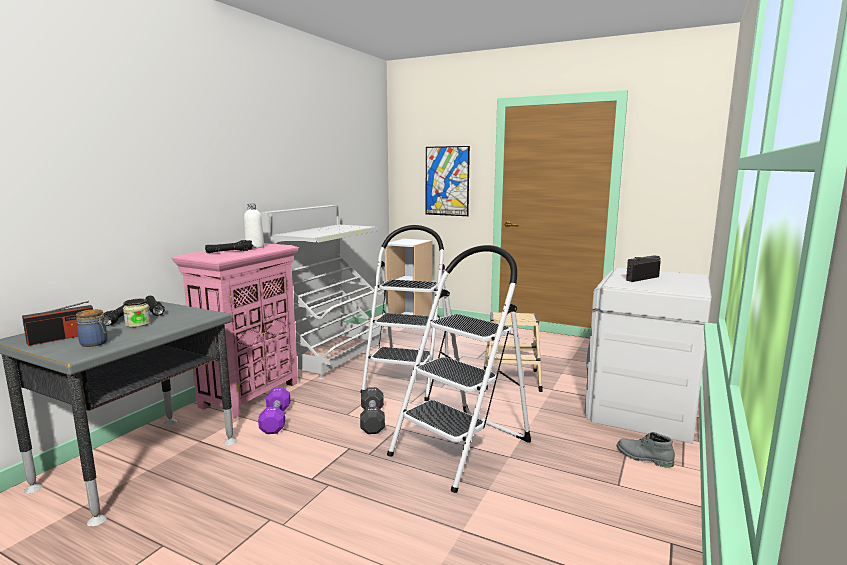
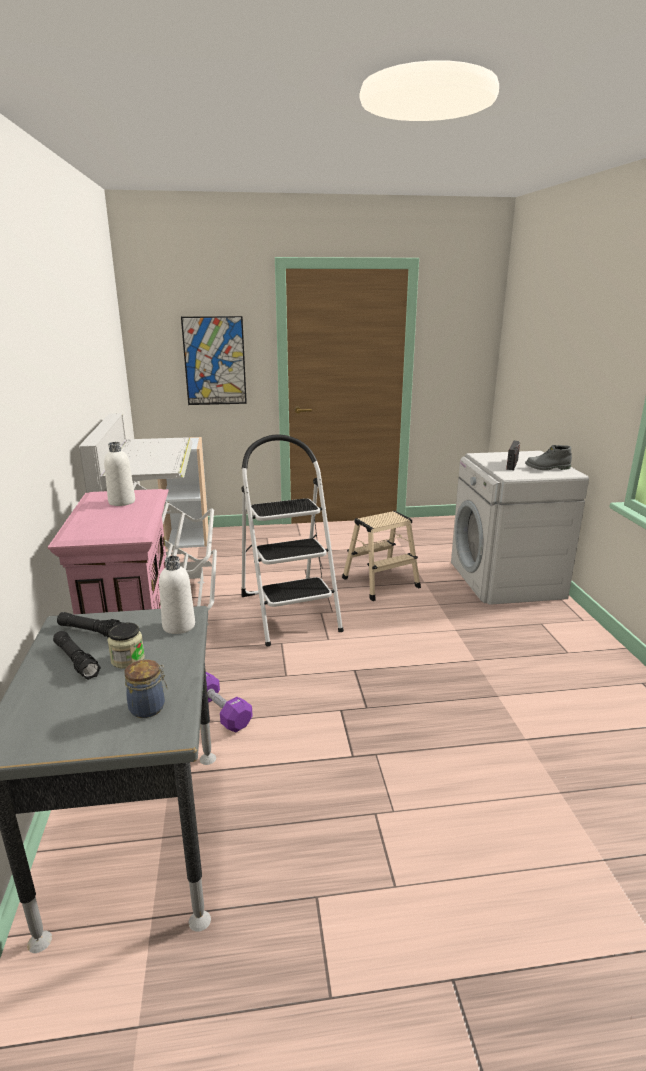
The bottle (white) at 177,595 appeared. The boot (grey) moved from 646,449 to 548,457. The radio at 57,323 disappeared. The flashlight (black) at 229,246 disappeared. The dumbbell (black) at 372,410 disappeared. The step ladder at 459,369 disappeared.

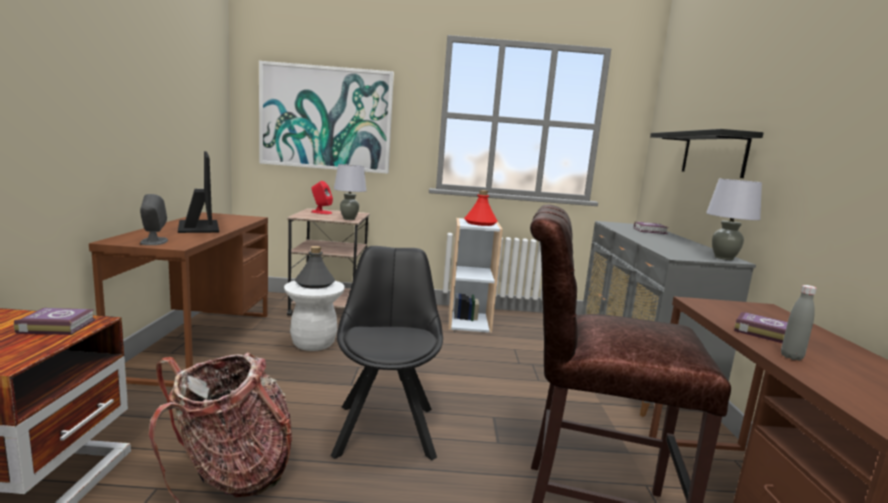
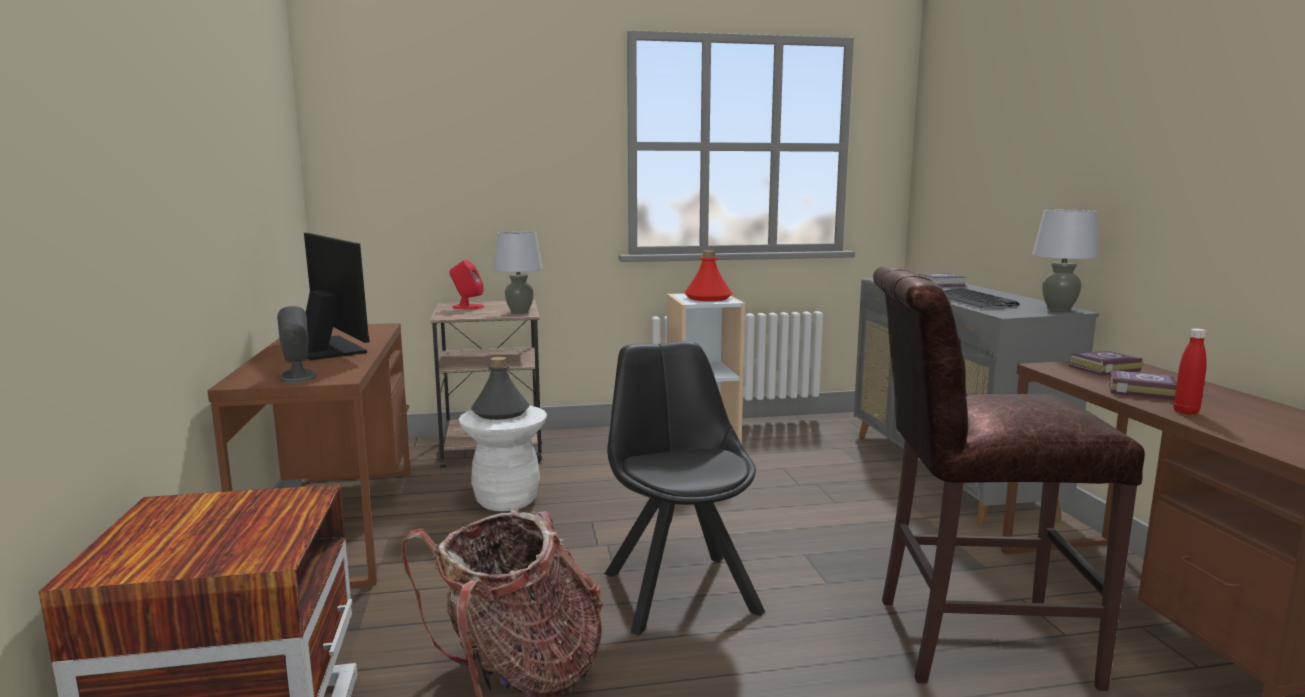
The keyboard at 982,298 appeared. The book moved from 55,321 to 1105,363. The bottle (grey) at 799,323 became the bottle (red) at 1190,371. The picture at 326,117 disappeared. The shelf (black) at 707,153 disappeared.

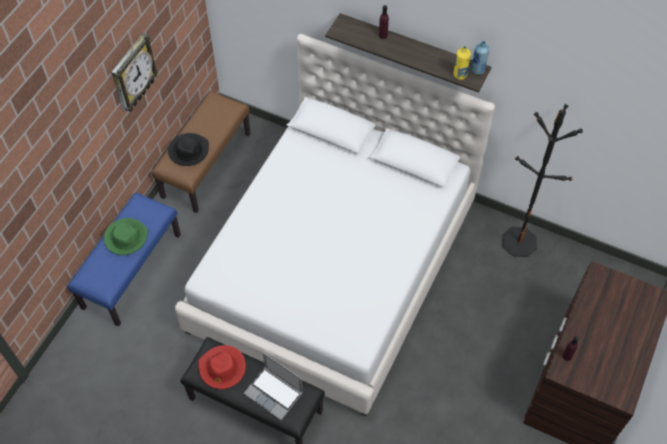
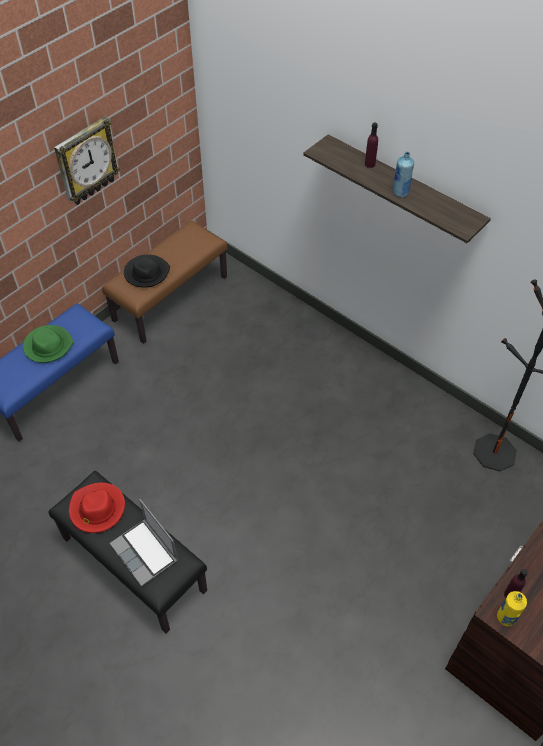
The bottle (blue) moved from 480,58 to 403,174. The bottle (yellow) moved from 462,63 to 512,608. The bed (white) at 335,225 disappeared.

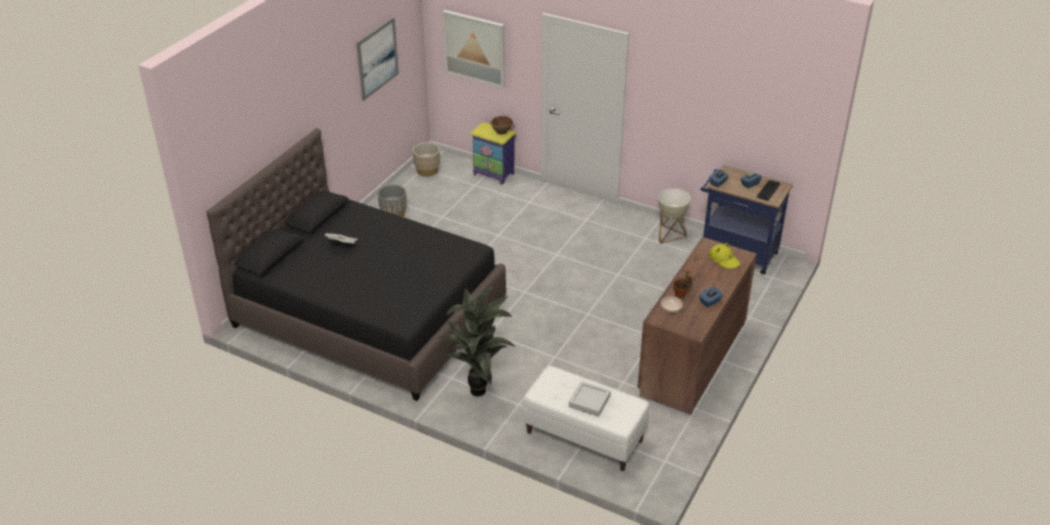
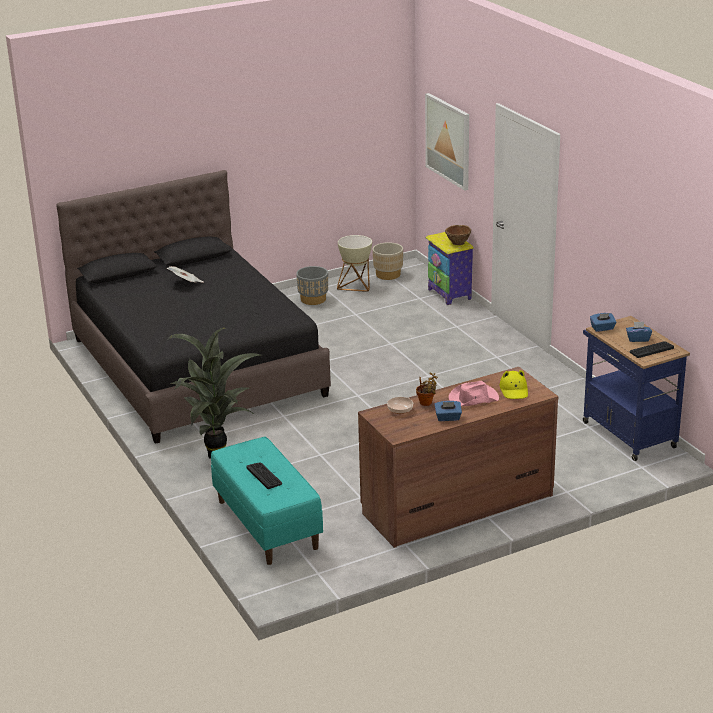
The bench (white) at 586,418 became the bench (turquoise) at 267,501. The tray (grey) at 590,399 was replaced by the keyboard at 264,476. The planter moved from 674,215 to 354,263. The hat (pink) at 473,393 appeared. The picture at 377,59 disappeared.

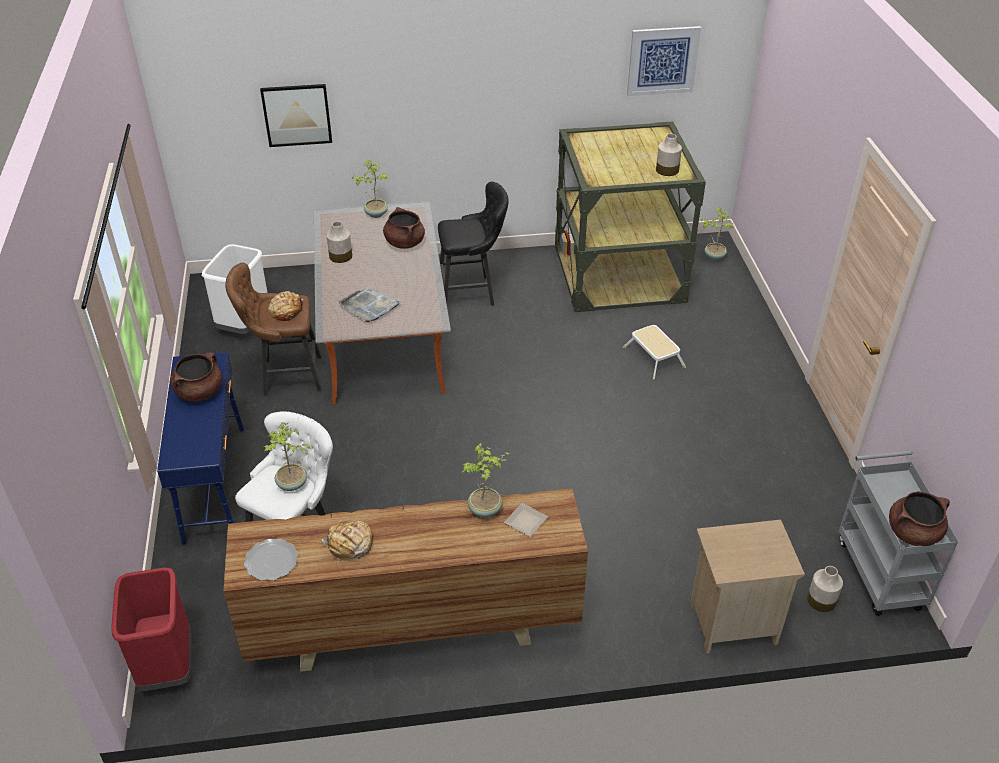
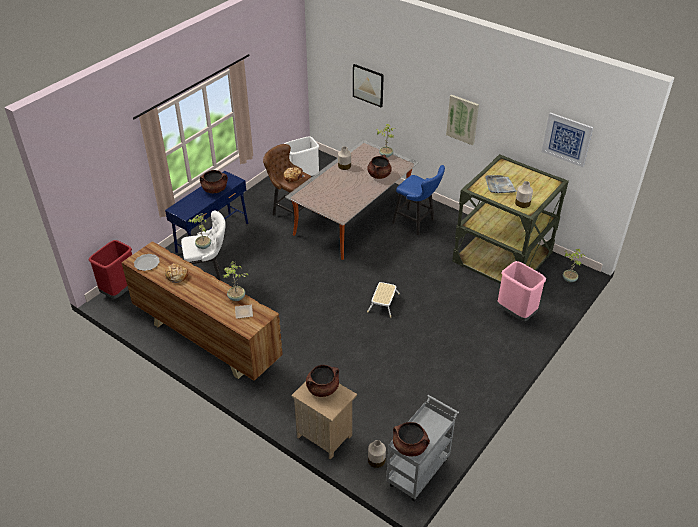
The cooking pot (brown) at 322,381 appeared. The step ladder (beige) moved from 654,352 to 383,300. The stool (black) at 473,244 became the stool (blue) at 418,200. The picture at 462,120 appeared. The tray (grey) moved from 370,305 to 500,184. The trash can (pink) at 521,291 appeared.

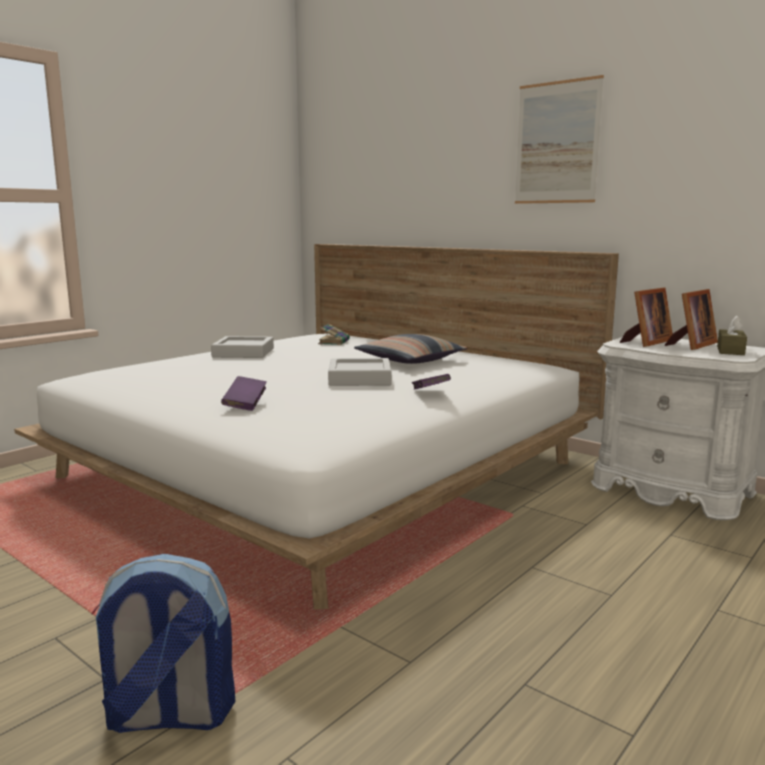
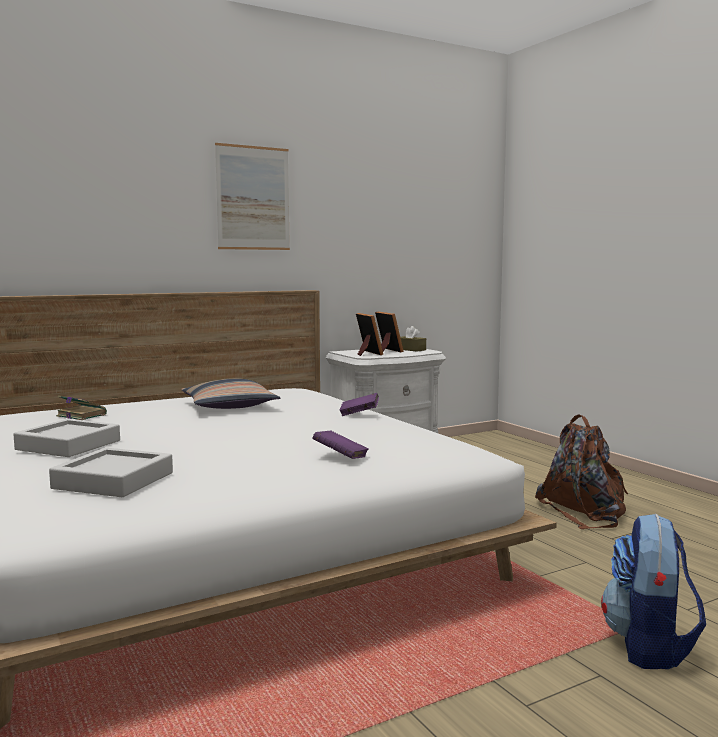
The tray (grey) moved from 359,372 to 111,472. The backpack (brown) at 581,471 appeared.

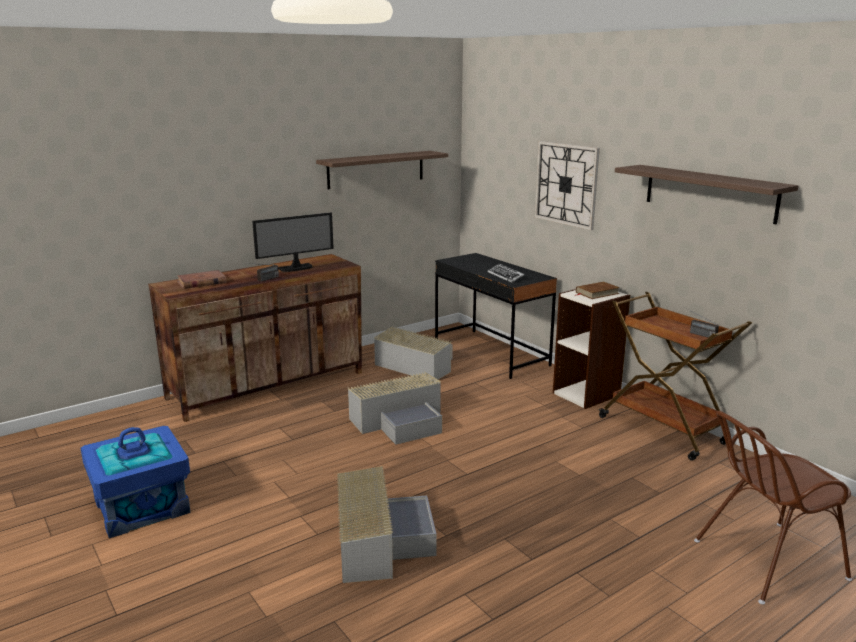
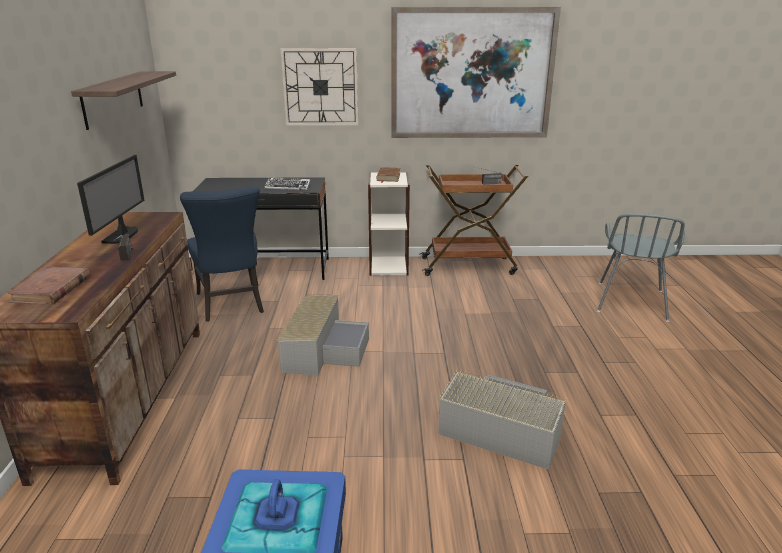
The storage box (grey) at 413,352 was replaced by the chair (blue) at 222,253. The shelf at 707,194 was replaced by the picture at 476,72. The chair (brown) at 773,507 became the chair (grey) at 640,267.

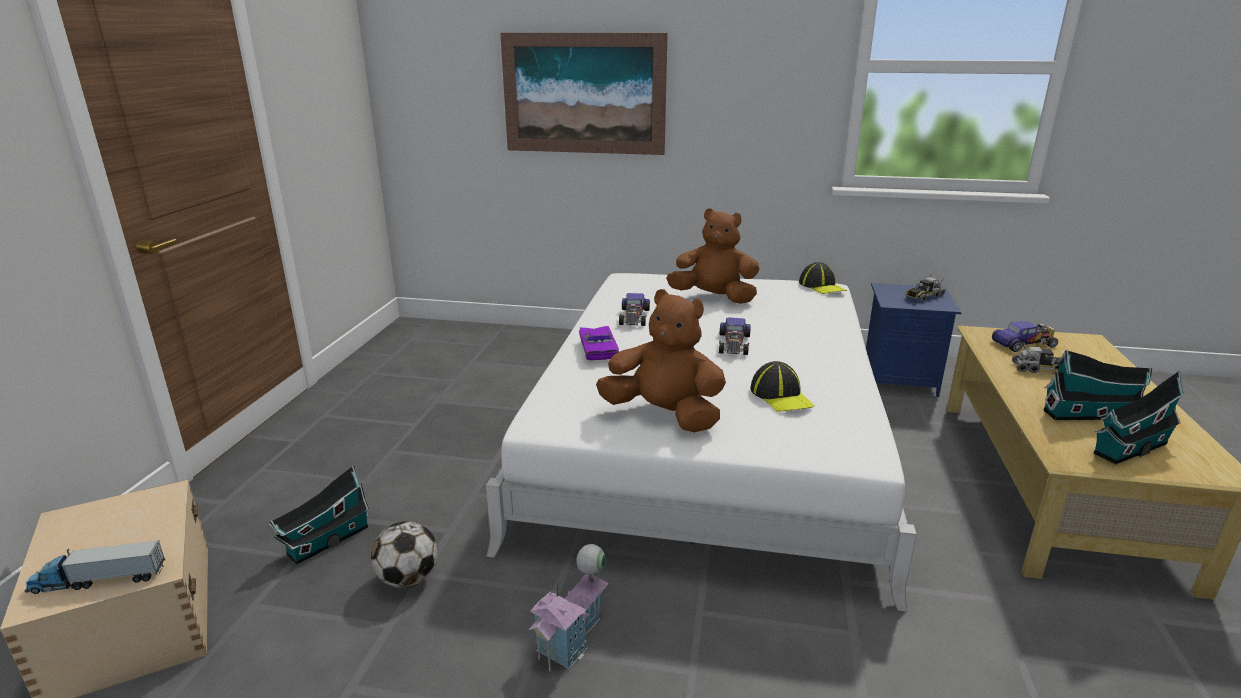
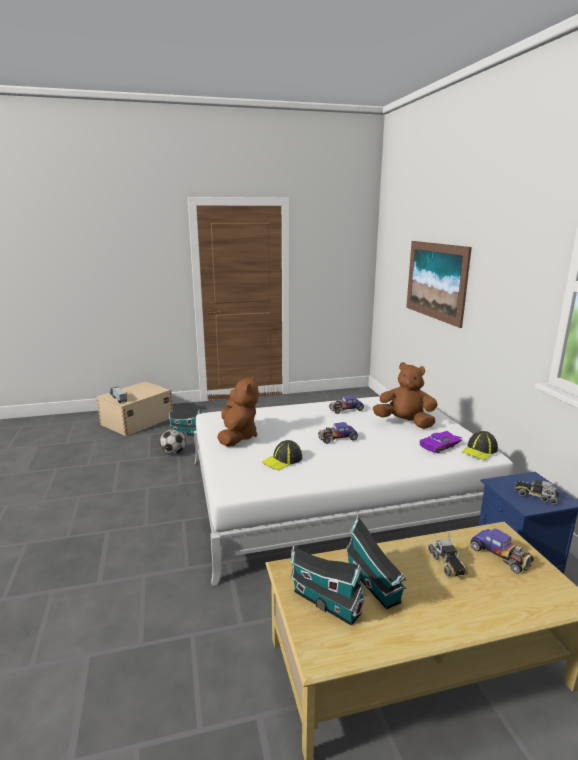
The plush toy (brown) at 713,256 turned 60 degrees counterclockwise. The toy car (purple) moved from 599,343 to 441,442. The toy house at 569,607 disappeared.

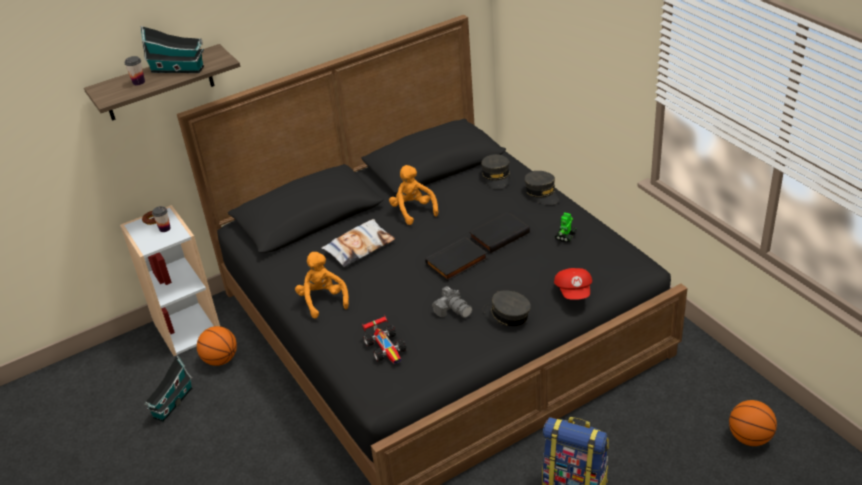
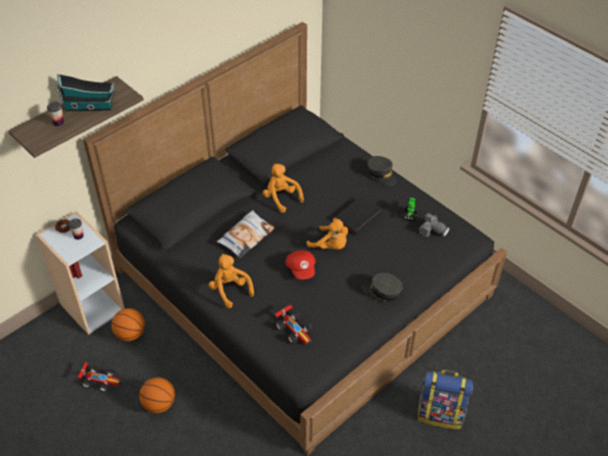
The toy house at 168,388 was replaced by the toy car at 99,376. The basketball moved from 753,423 to 157,395. The cap (red) moved from 573,284 to 301,264. The book (black) at 456,259 was replaced by the plush toy (orange) at 327,233. The photo camera moved from 452,302 to 434,225. The cap (grey) at 495,171 disappeared.

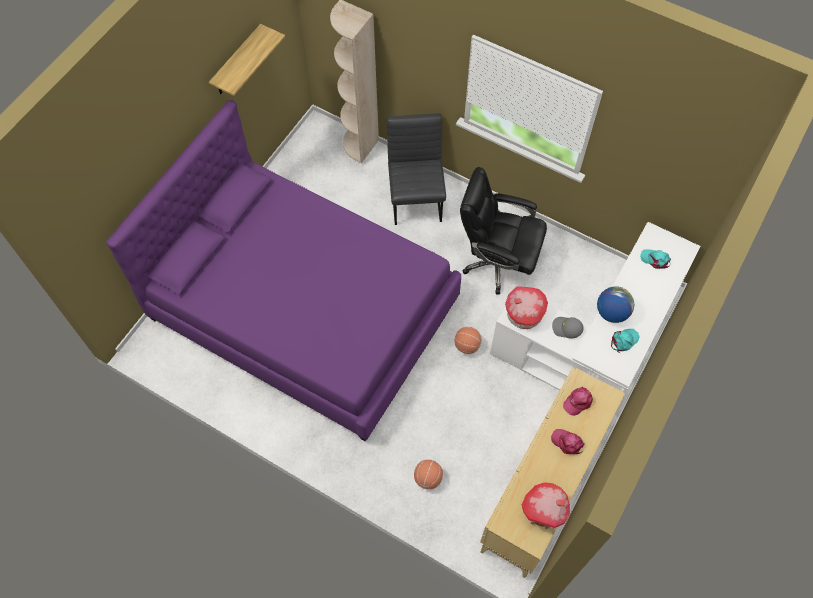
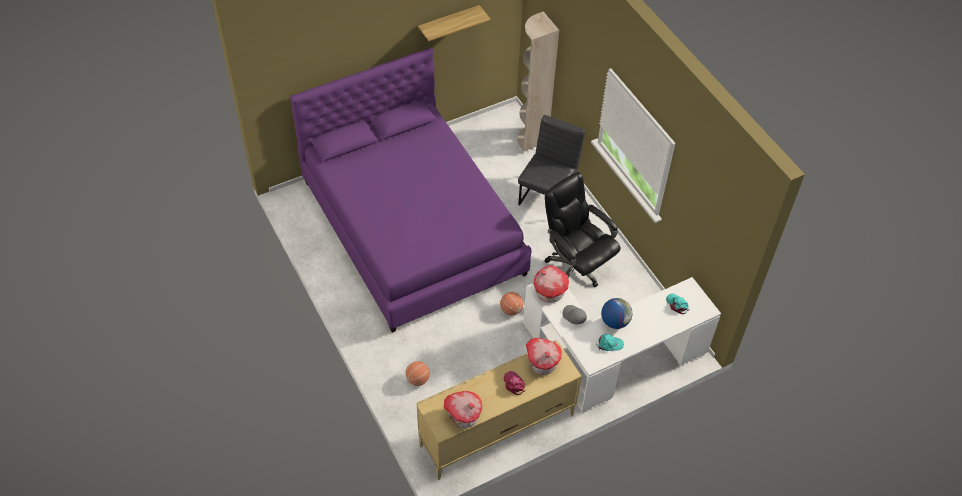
The cap (pink) at 578,401 was replaced by the toy house at 544,356.

